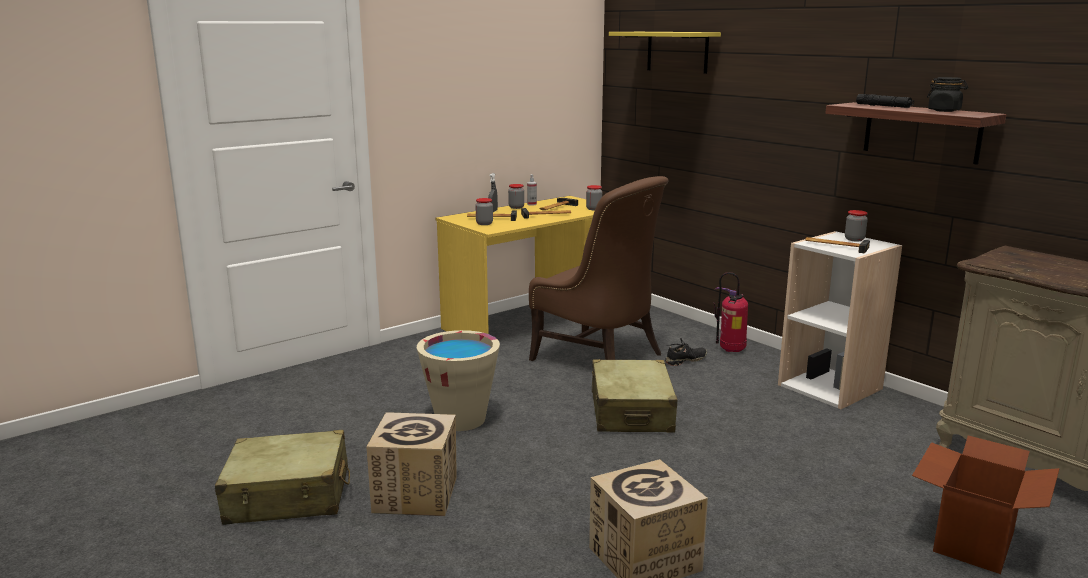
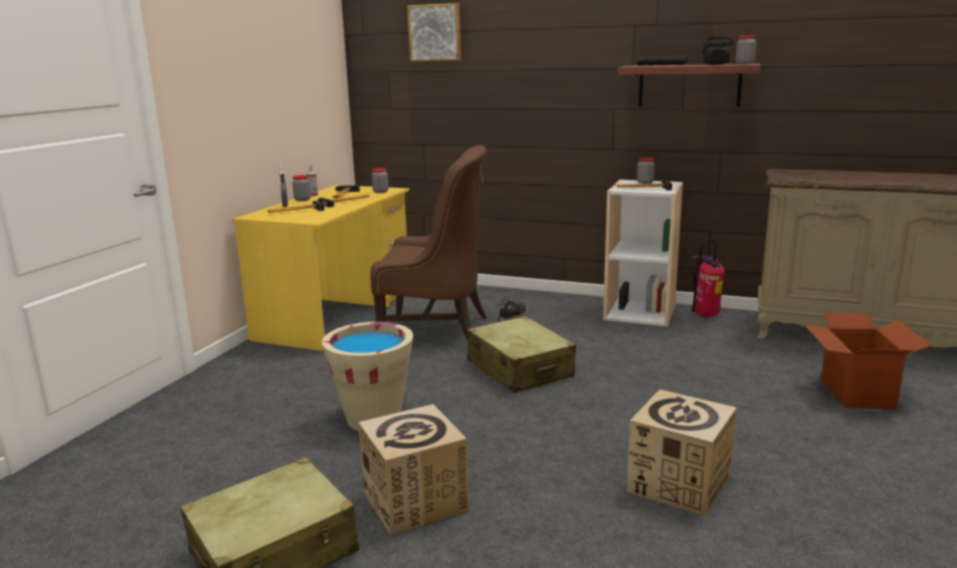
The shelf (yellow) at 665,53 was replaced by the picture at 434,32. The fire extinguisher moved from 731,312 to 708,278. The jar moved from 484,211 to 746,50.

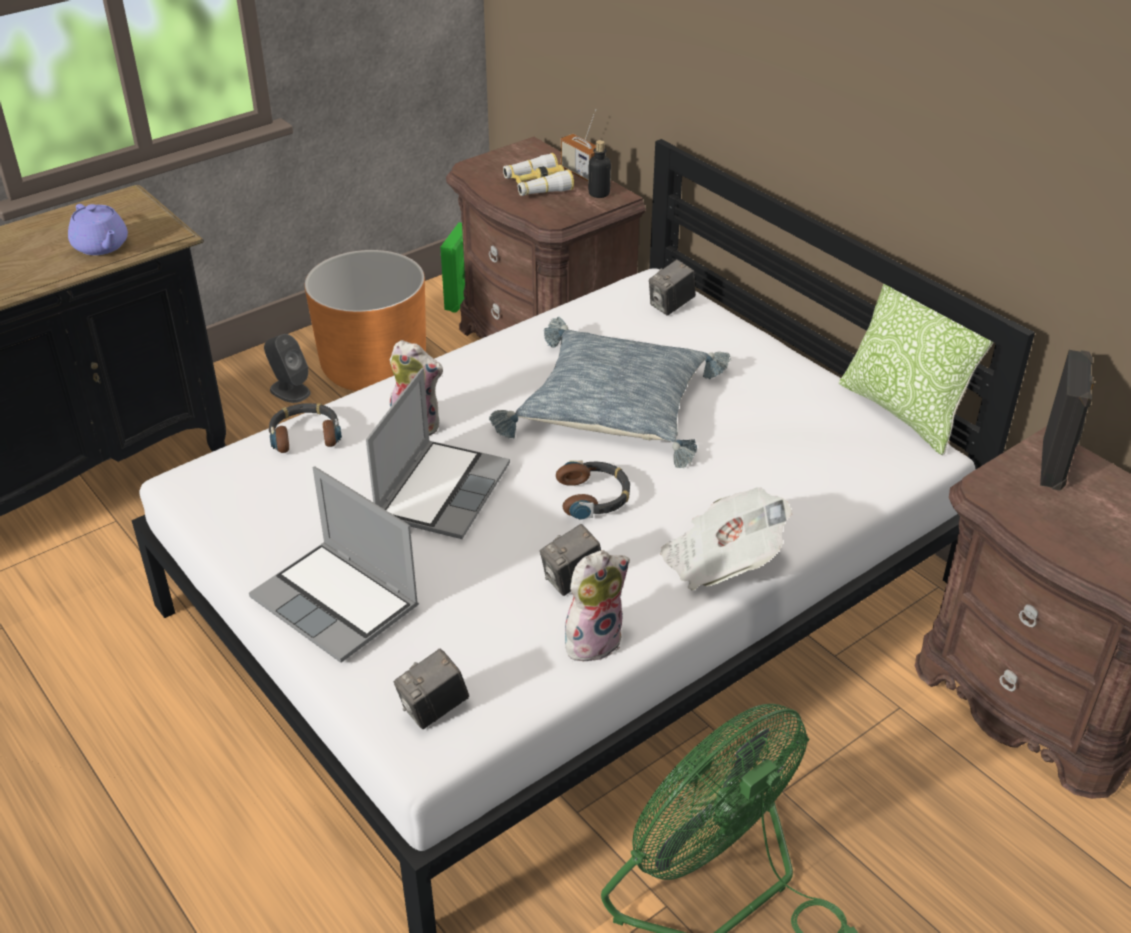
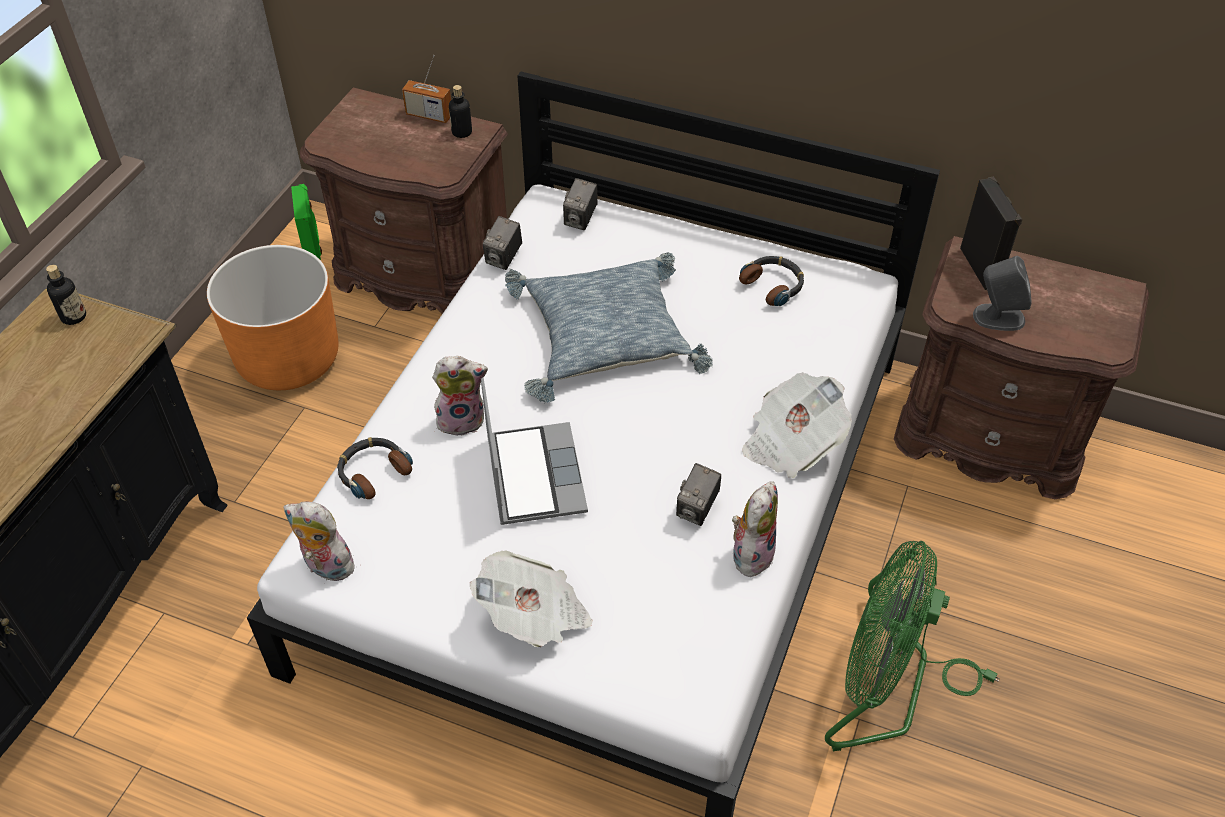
The bottle at 66,295 appeared. The plush toy at 319,541 appeared. The laptop at 334,564 was replaced by the newspaper at 531,599. The photo camera moved from 431,689 to 502,243. The headphones moved from 593,490 to 771,281. The speaker (grey) moved from 287,368 to 1002,293. The teapot (purple) at 98,229 disappeared. The binoculars at 538,174 disappeared. The pillow at 916,369 disappeared.

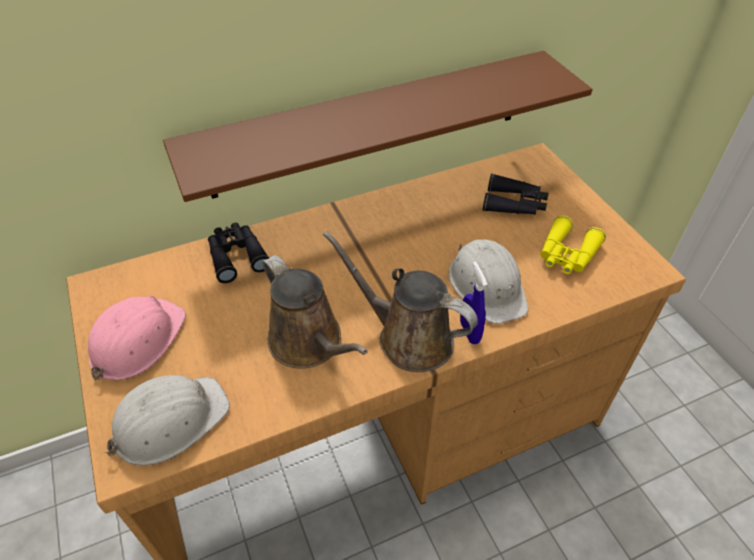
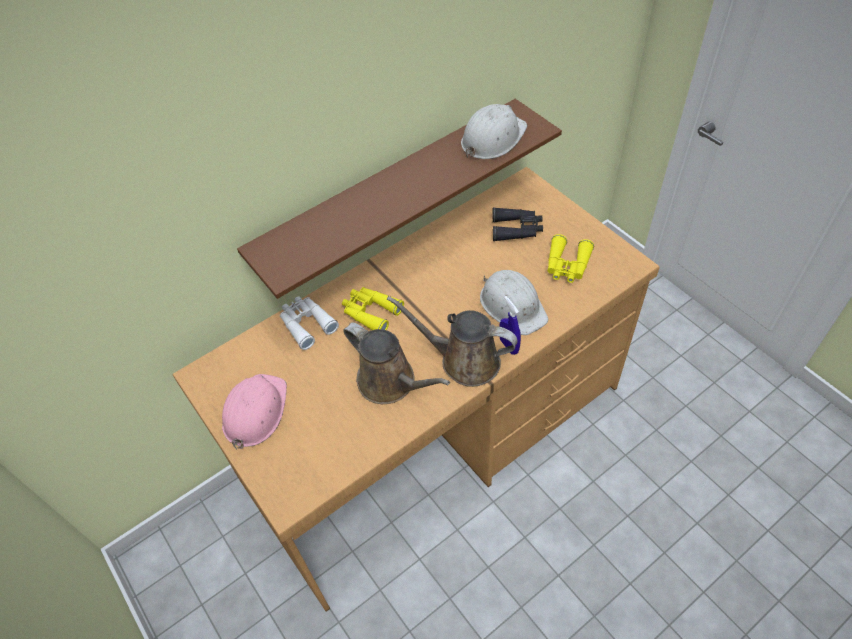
The binoculars (black) at 238,252 became the binoculars (white) at 309,323. The binoculars (yellow) at 373,308 appeared. The hard hat (white) moved from 167,420 to 494,131.

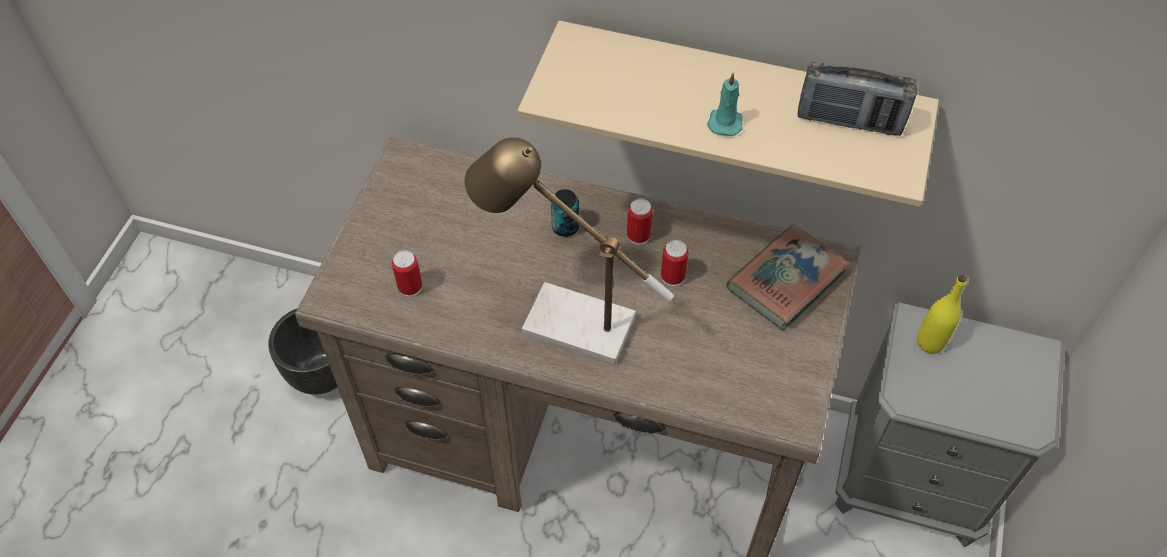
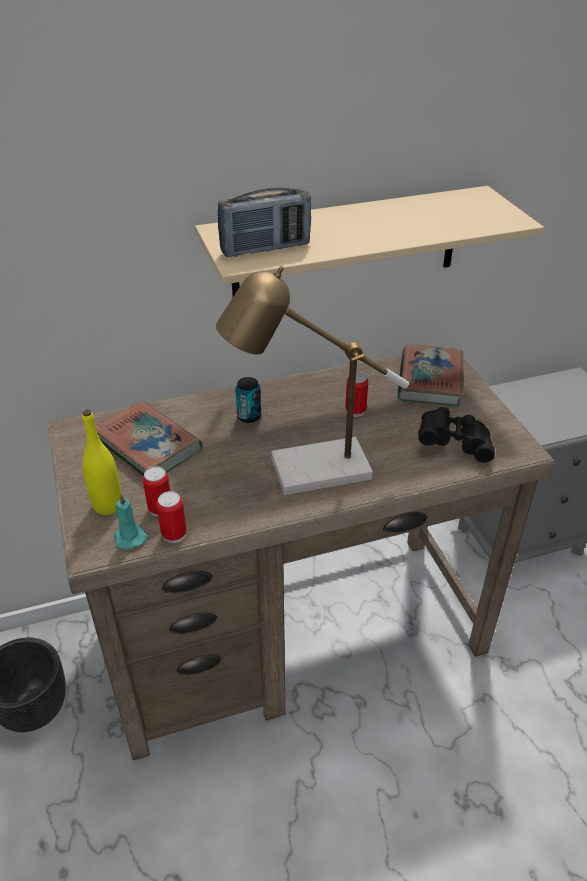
The bottle (yellow) moved from 942,314 to 101,462. The book at 149,438 appeared. The candle (turquoise) moved from 725,104 to 130,522. The can moved from 640,222 to 171,517. The radio moved from 857,98 to 264,222. The binoculars (black) at 456,435 appeared.

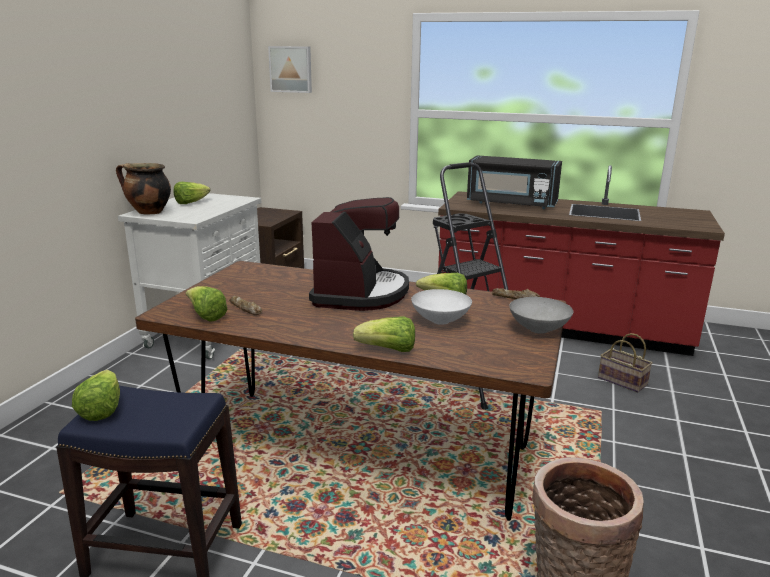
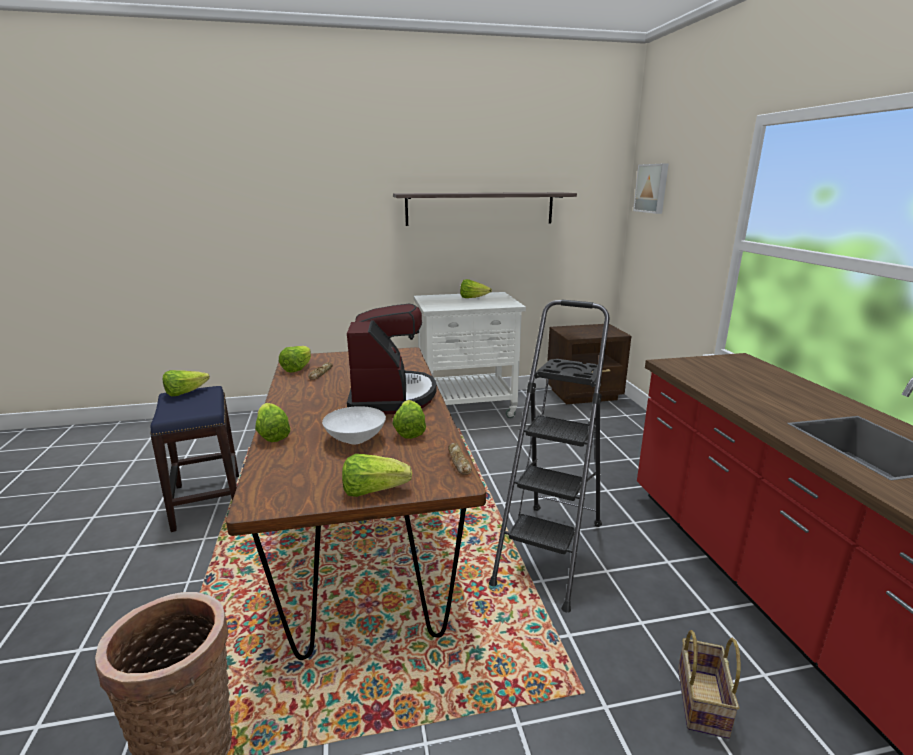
The bowl (grey) at 541,315 was replaced by the lettuce at 377,475. The coffee machine at 359,254 turned 75 degrees counterclockwise. The shelf at 485,209 appeared. The cooking pot at 143,188 disappeared. The microwave (black) at 514,182 disappeared.

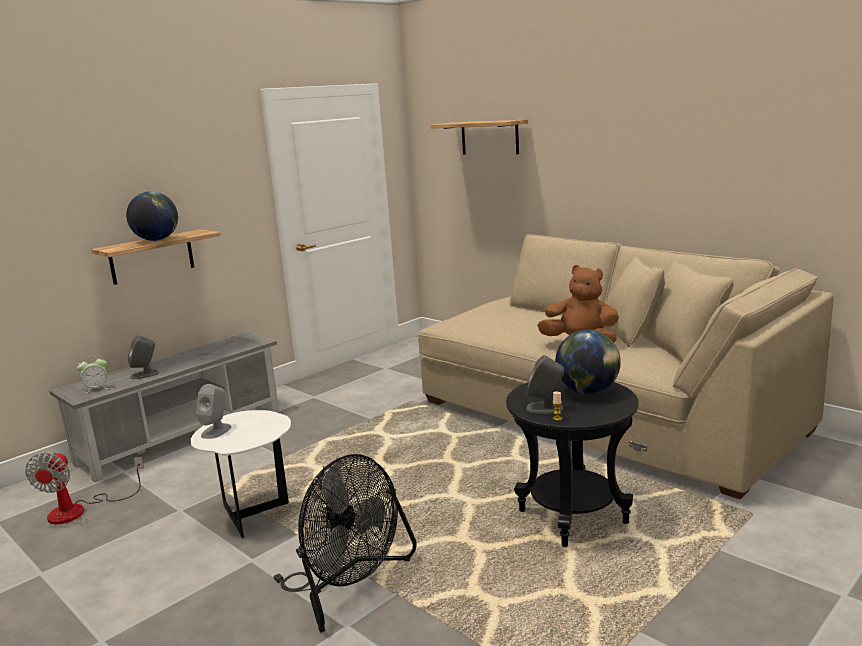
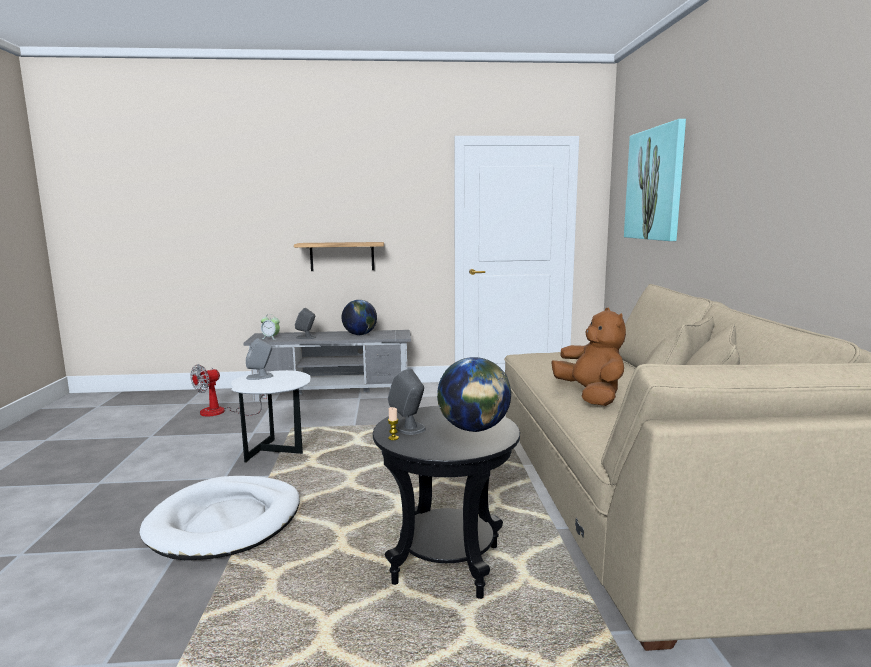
The fan (black) at 345,543 was replaced by the dog bed (white) at 220,518. The globe moved from 152,216 to 359,317. The shelf at 479,136 was replaced by the picture at 655,180.

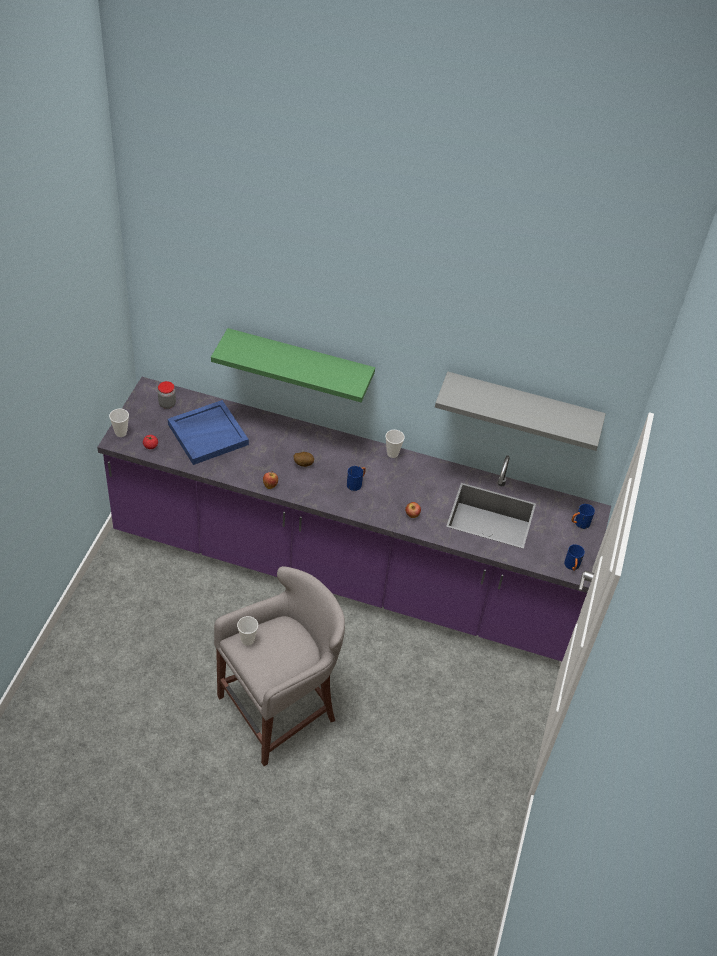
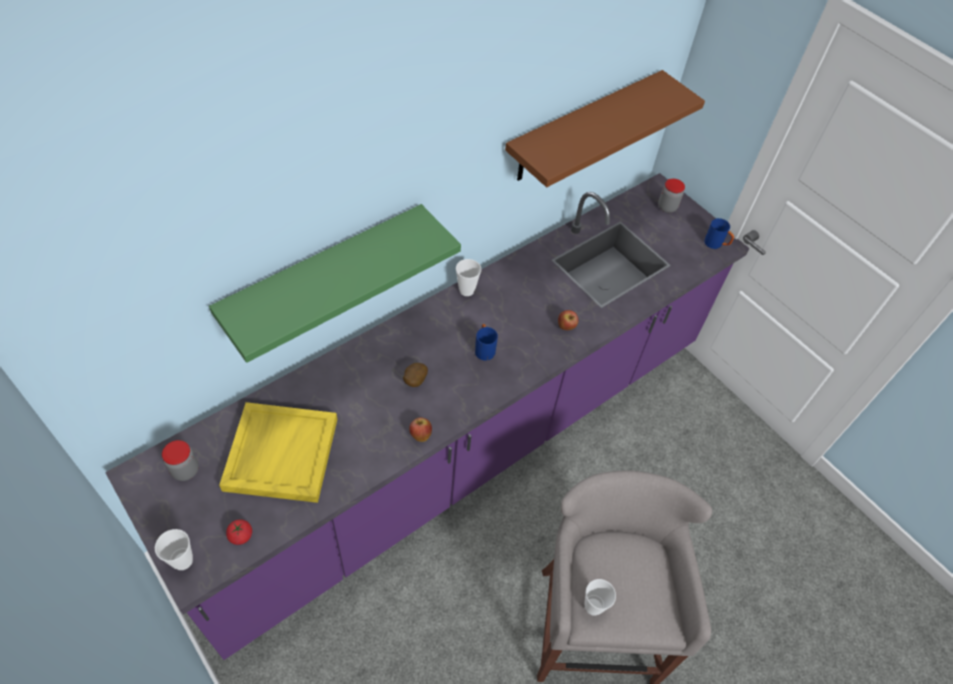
The tray (blue) at 208,432 became the tray (yellow) at 278,452. The shelf (grey) at 520,411 became the shelf (brown) at 605,128. The mug (blue) at 583,516 was replaced by the jar at 671,195.

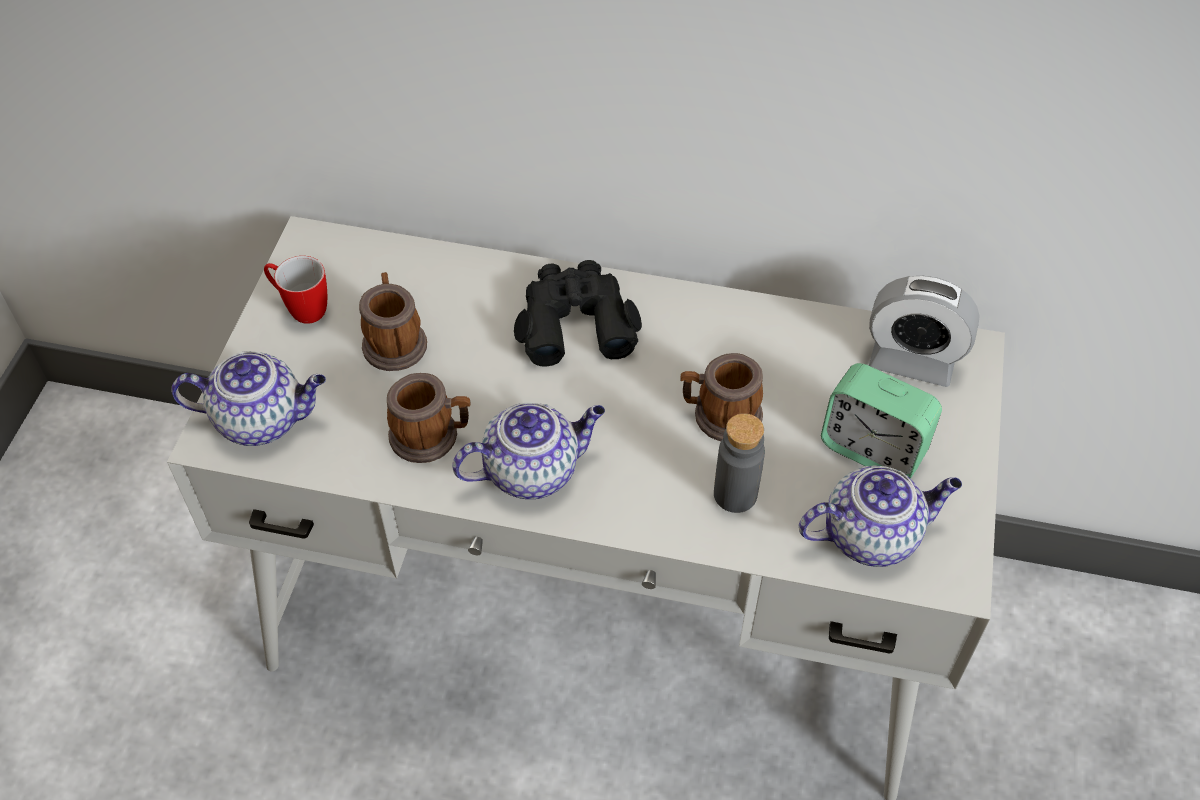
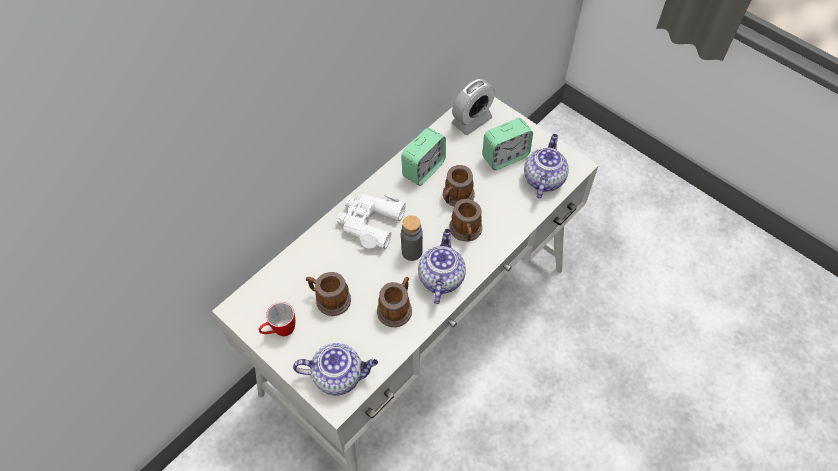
The teapot at 248,398 turned 60 degrees clockwise. The binoculars (black) at 578,313 became the binoculars (white) at 371,221. The alarm clock at 423,157 appeared. The bottle (grey) moved from 739,463 to 412,238. The mug at 465,220 appeared.

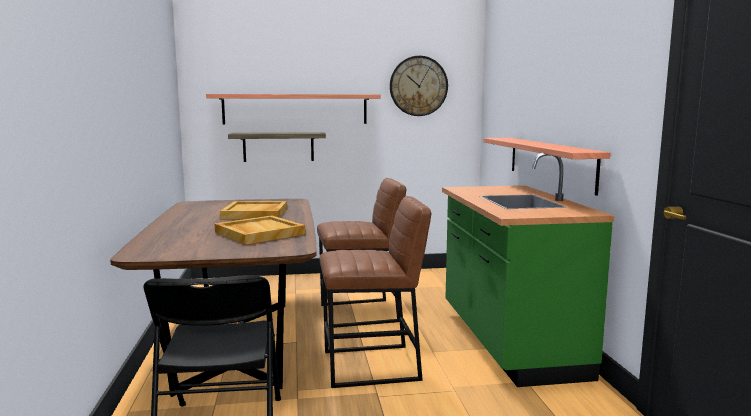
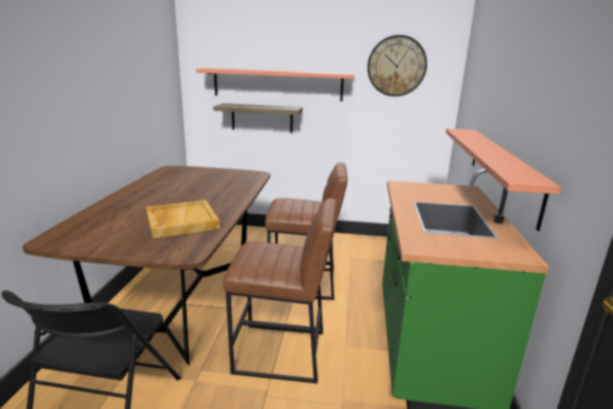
The tray (beige) at 253,210 disappeared.

